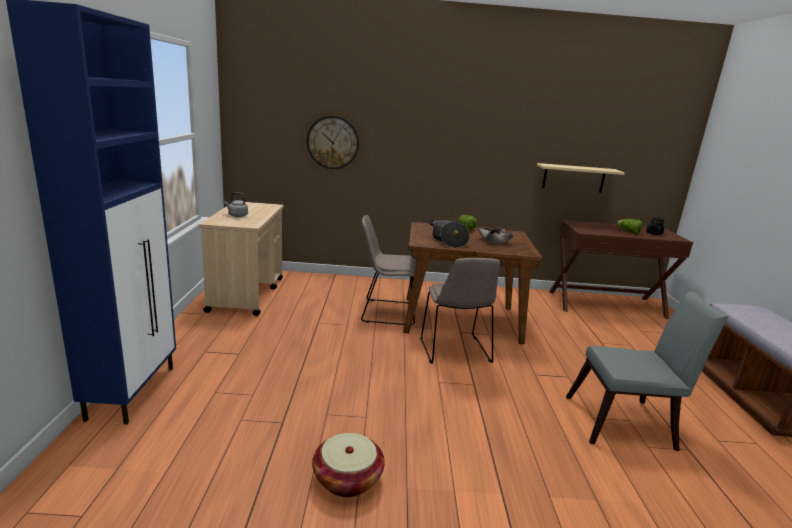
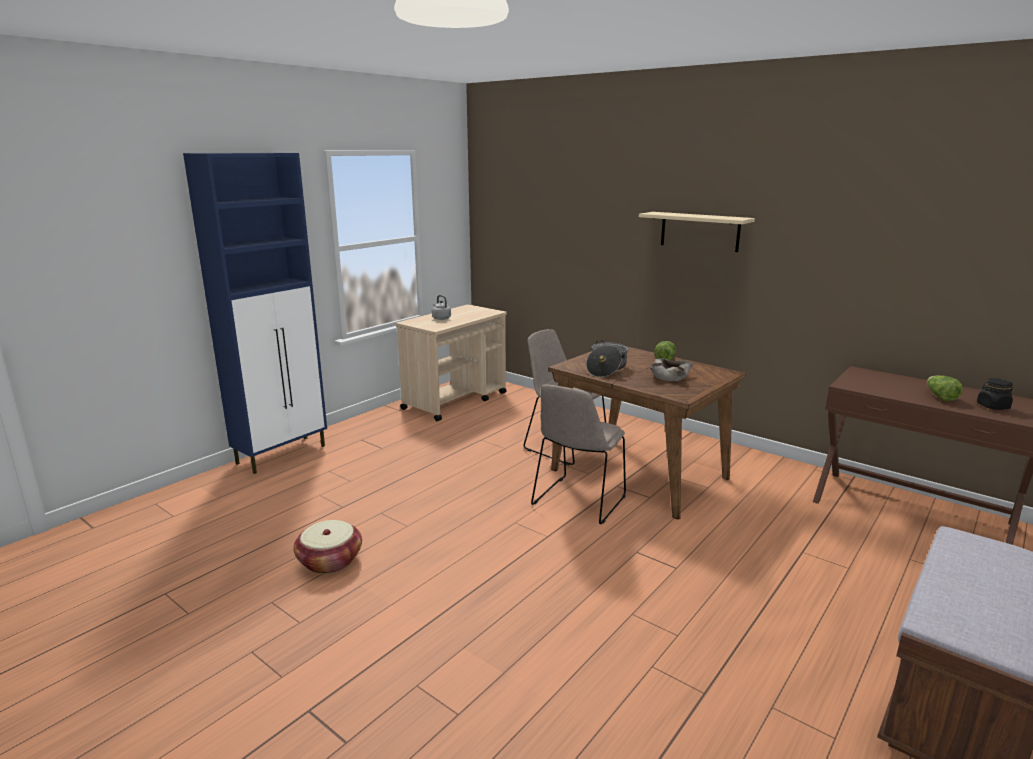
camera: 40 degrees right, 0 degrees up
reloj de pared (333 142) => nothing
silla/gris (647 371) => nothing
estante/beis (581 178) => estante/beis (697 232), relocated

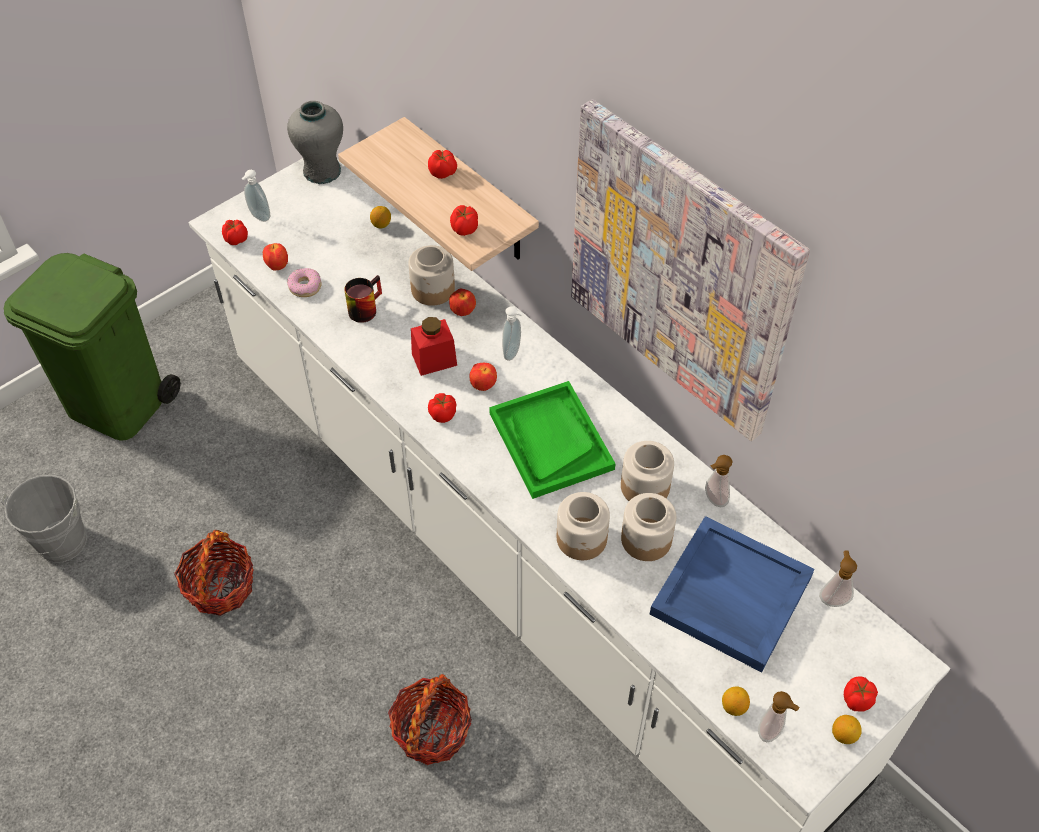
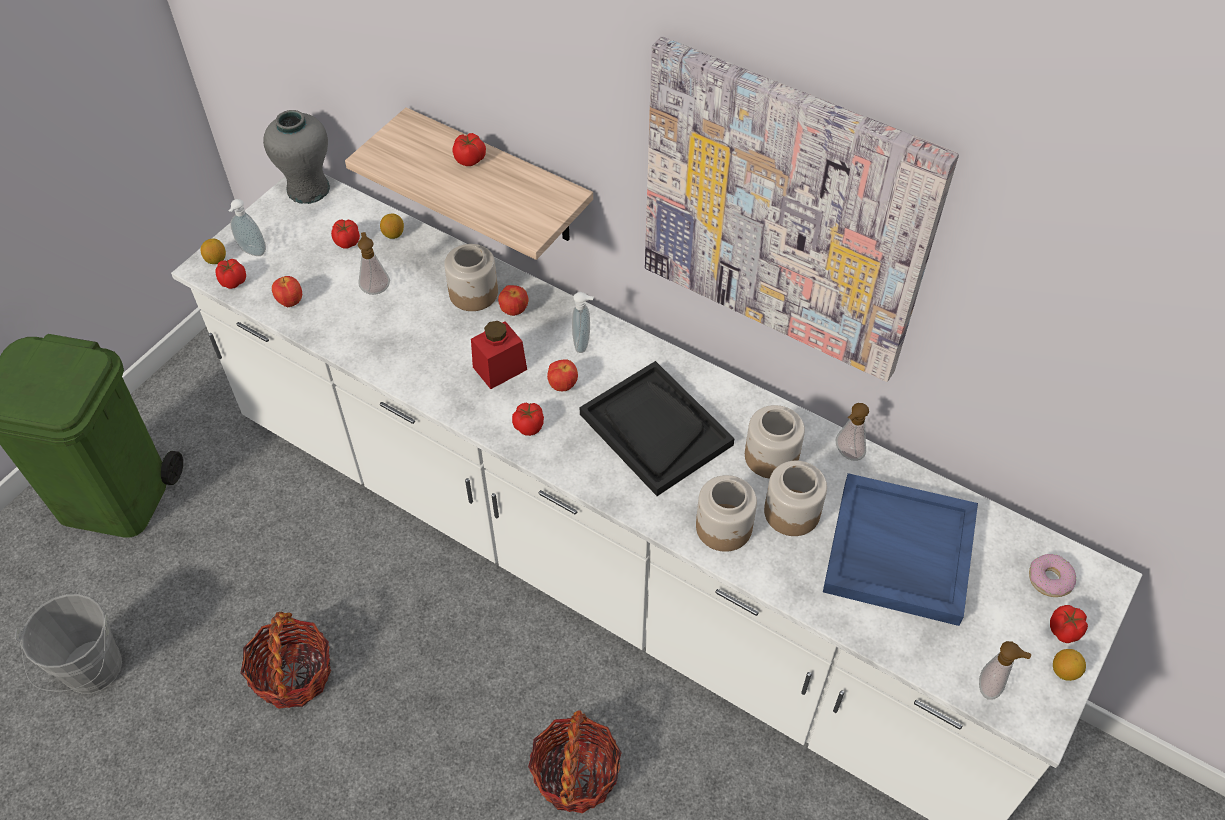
camera: 15 degrees left, 0 degrees up
taza grande (363 299) => nothing
rosquilla (304 282) => rosquilla (1052 575), relocated
tomate (464 220) => tomate (345 234), relocated
limón (736 701) => limón (213 251), relocated
dispensador de jabón (838 579) => dispensador de jabón (374 263), relocated
bandeja/verde (552 440) => bandeja/negro (657 428)

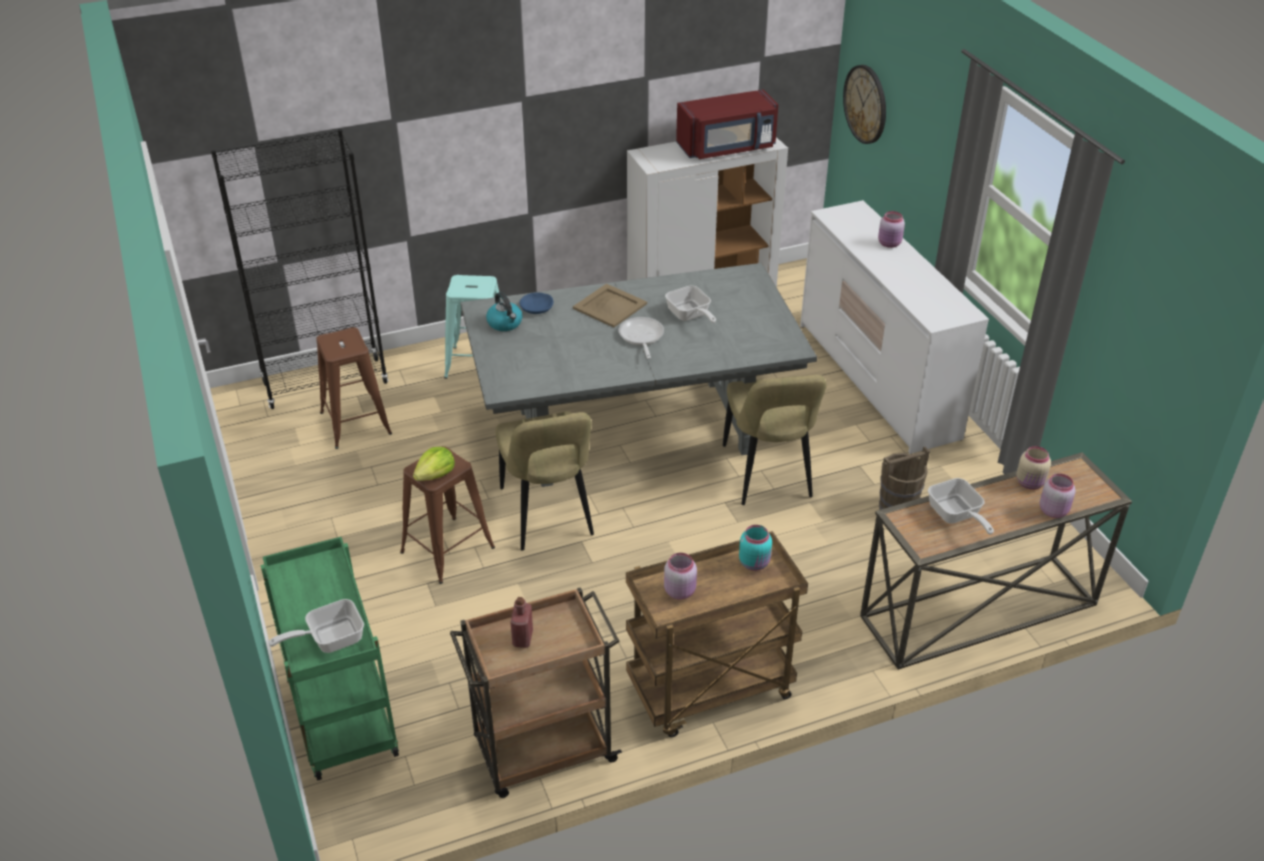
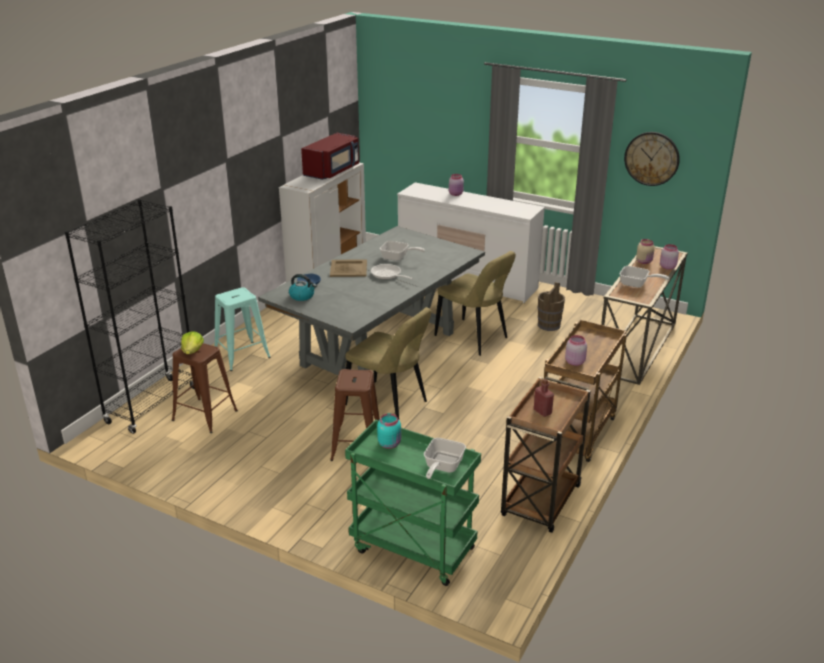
camera: 40 degrees left, 10 degrees down
lechuga (434 464) => lechuga (192 342), relocated
tarro/turquesa (755 548) => tarro/turquesa (389 431), relocated
reloj de pared (864 104) => reloj de pared (652 159), relocated

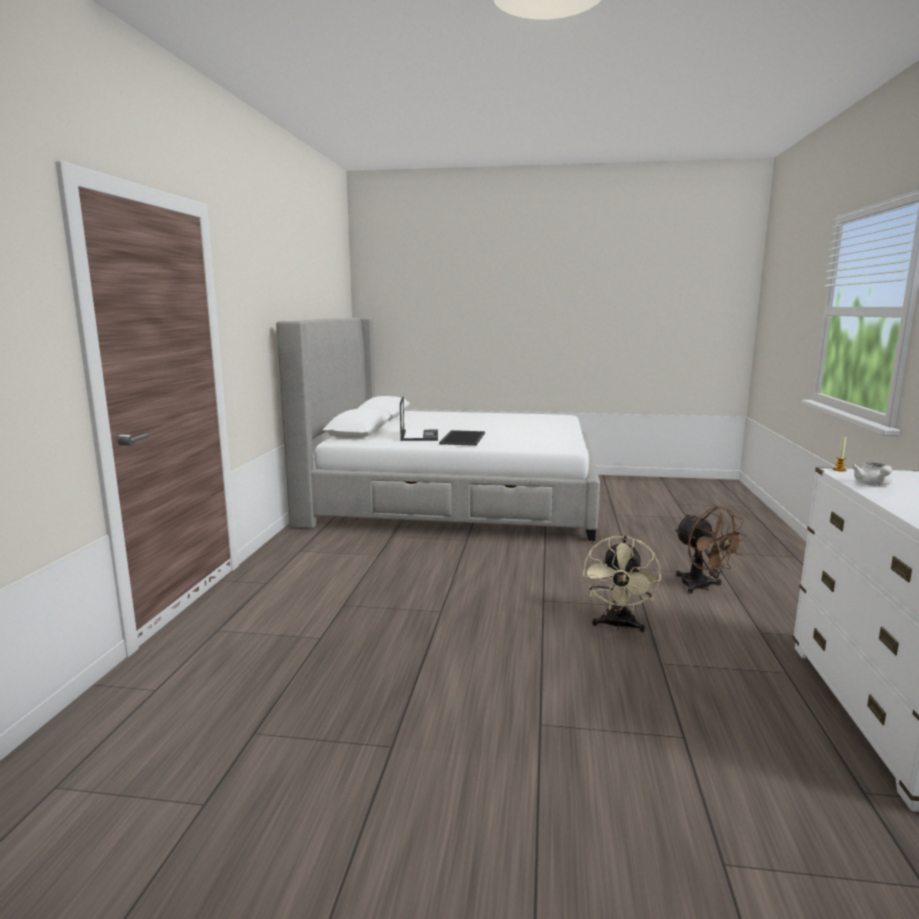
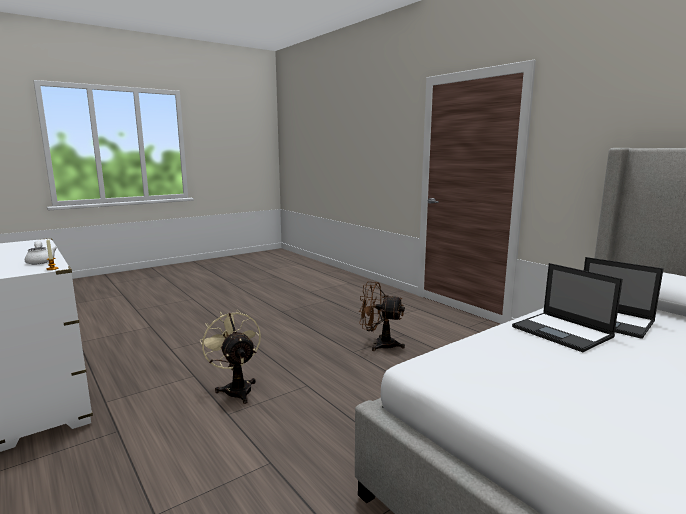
camera: 135 degrees right, 0 degrees up
ventilador/marrón (711 550) => ventilador/marrón (382 316), relocated
bandeja (462 438) => portátil (567 307)

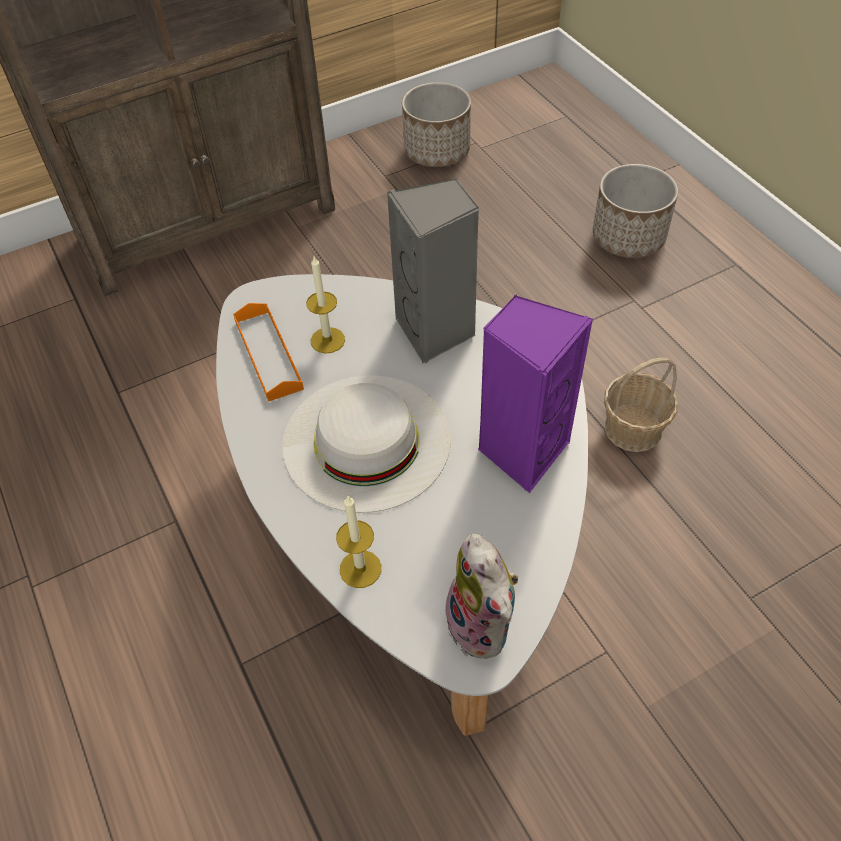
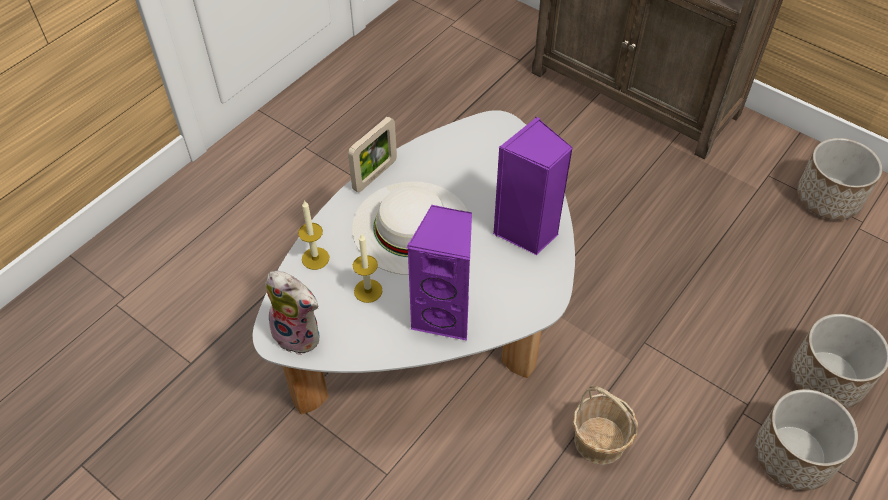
camera: 65 degrees right, 0 degrees up
bandeja/naranja (268 352) => nothing
nothing => portarretratos (372 154)
nothing => maceta (806 440)
vela (325 305) => vela (368 268), relocated
altavoz/gris (433 271) => altavoz/morado (533 185)
peluche (479 596) => peluche (293 313), 105 degrees counterclockwise

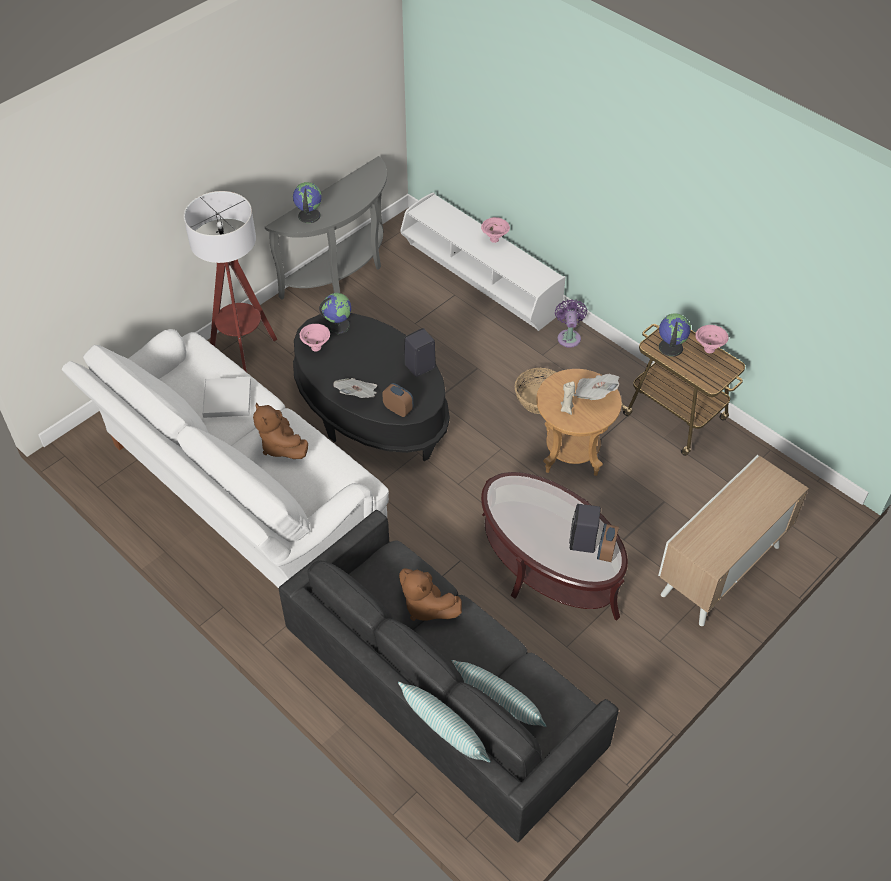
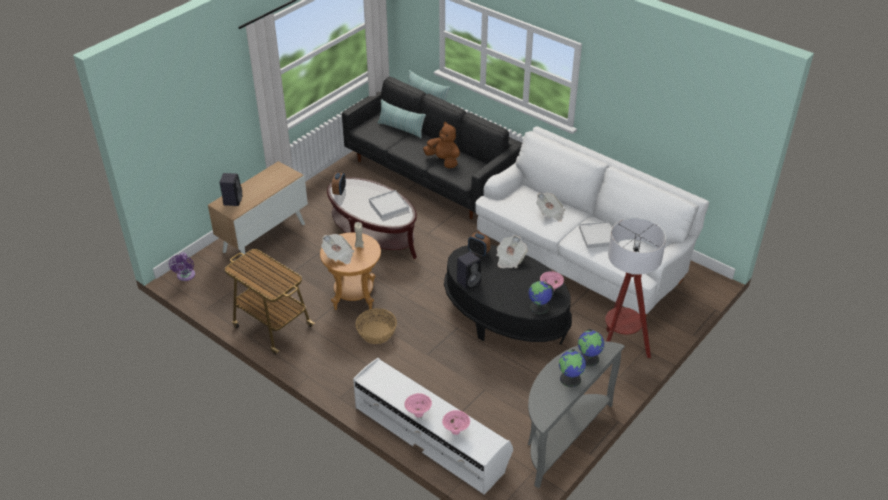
camera: 175 degrees right, 10 degrees down
nothing => bandeja/blanco (389 204)
ventilador/morado (571 323) => ventilador/morado (182 266), relocated
altavoz/negro (585 528) => altavoz/negro (231 189), relocated
globo terráqueo (675 335) => globo terráqueo (572 368), relocated
cuenco/rosa (712 339) => cuenco/rosa (456 422), relocated
peluche/marrón (280 431) => periódico (550 207)

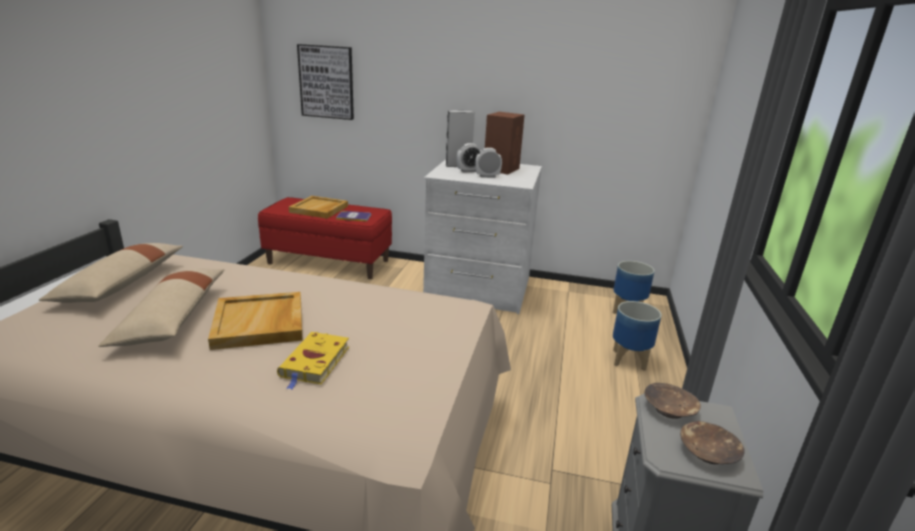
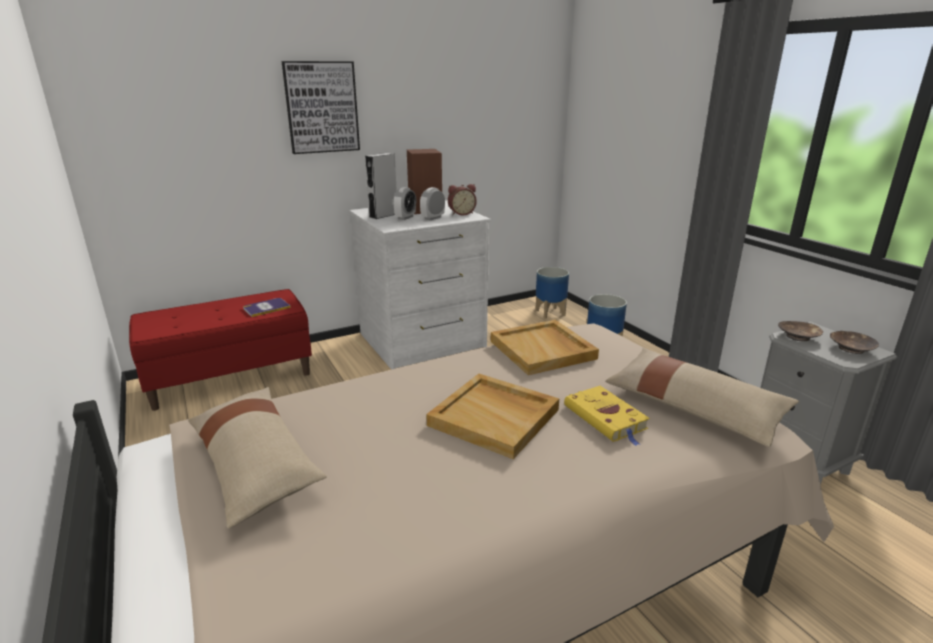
camera: 40 degrees left, 0 degrees up
nothing => despertador (462 199)
cojín/beis (161 308) => cojín/beis (702 397), relocated
bandeja/beis (318 207) => bandeja/beis (545 347), relocated
cuadro (325 82) => cuadro (321 107), relocated

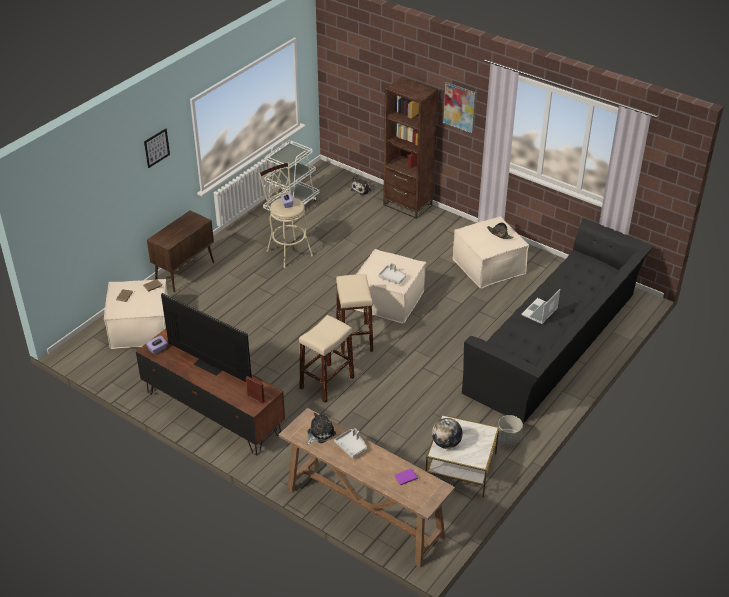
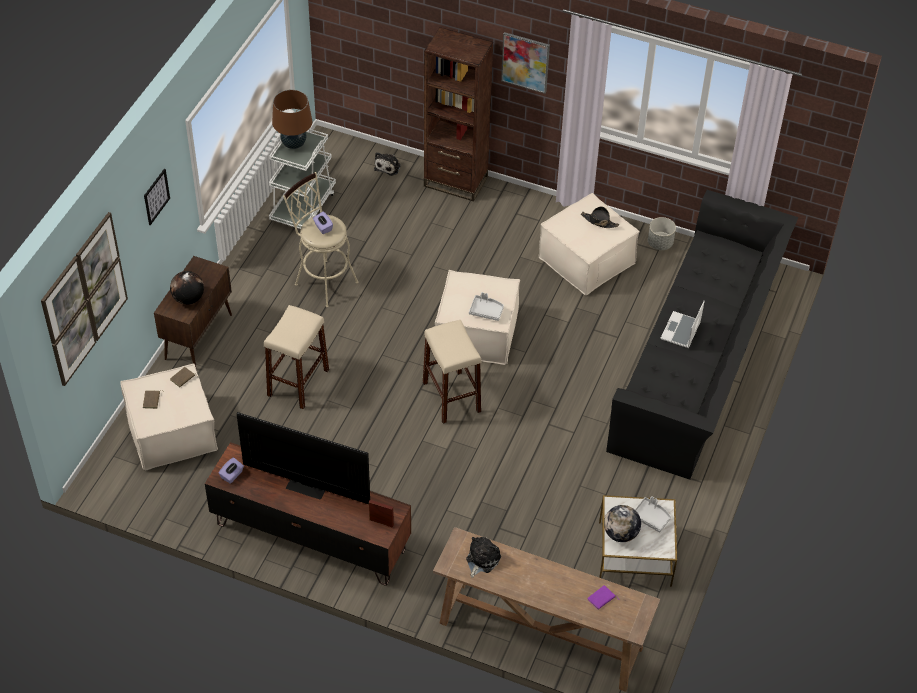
camera: 15 degrees left, 10 degrees up
nothing => cuadro (84 299)
nothing => globo terráqueo (187 288)
nothing => lámpara de mesa/marrón (292 119)
taburete/beis (326 359) => taburete/beis (296 357), relocated
bandeja/gris (350 443) => bandeja/gris (653 514), relocated
maceta/gris (510 430) => maceta/gris (662 233), relocated

